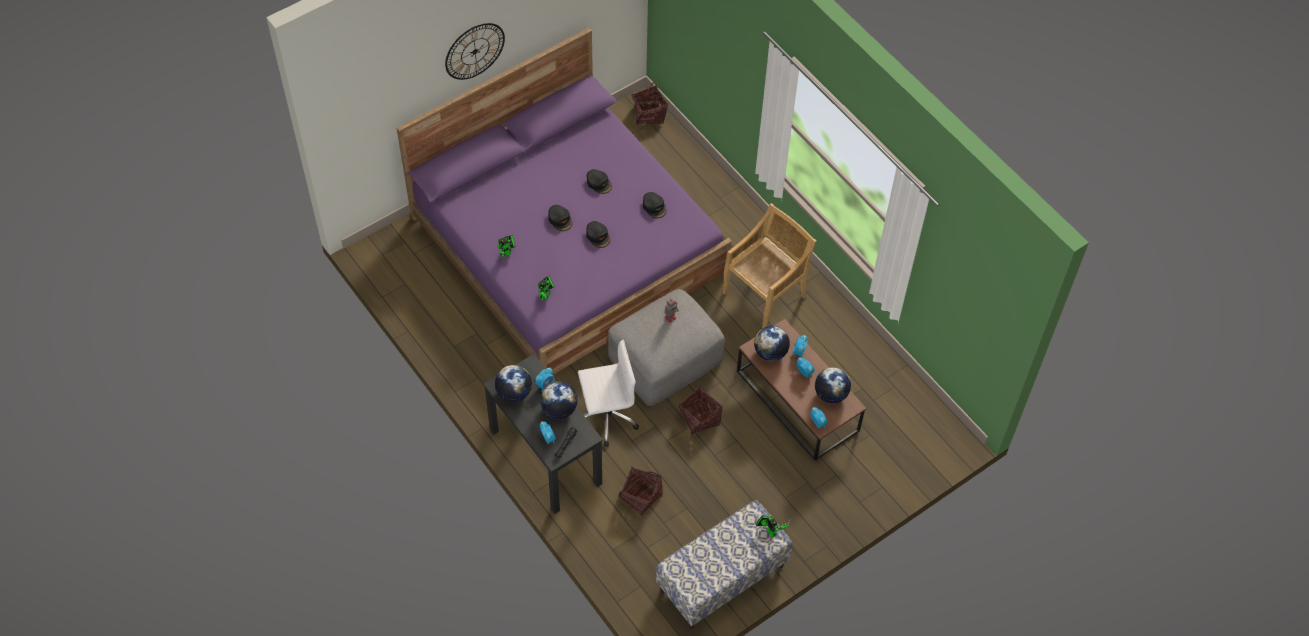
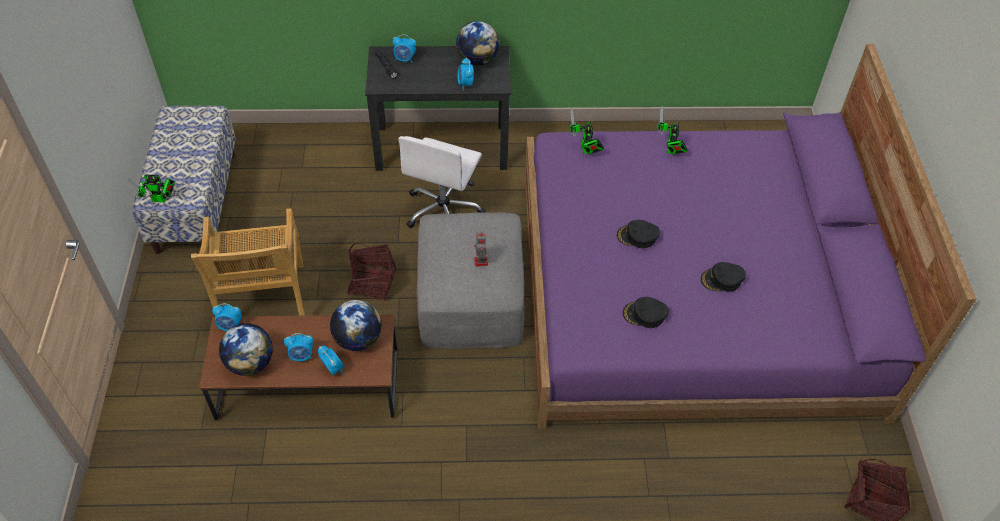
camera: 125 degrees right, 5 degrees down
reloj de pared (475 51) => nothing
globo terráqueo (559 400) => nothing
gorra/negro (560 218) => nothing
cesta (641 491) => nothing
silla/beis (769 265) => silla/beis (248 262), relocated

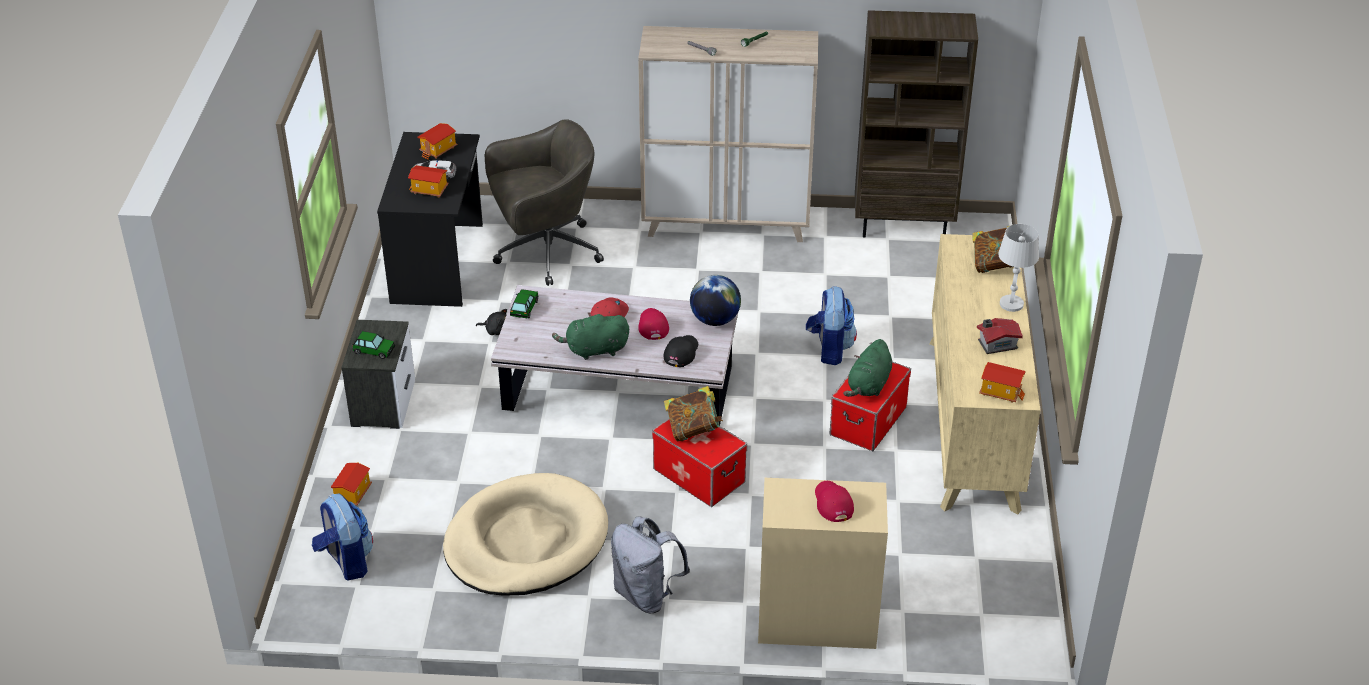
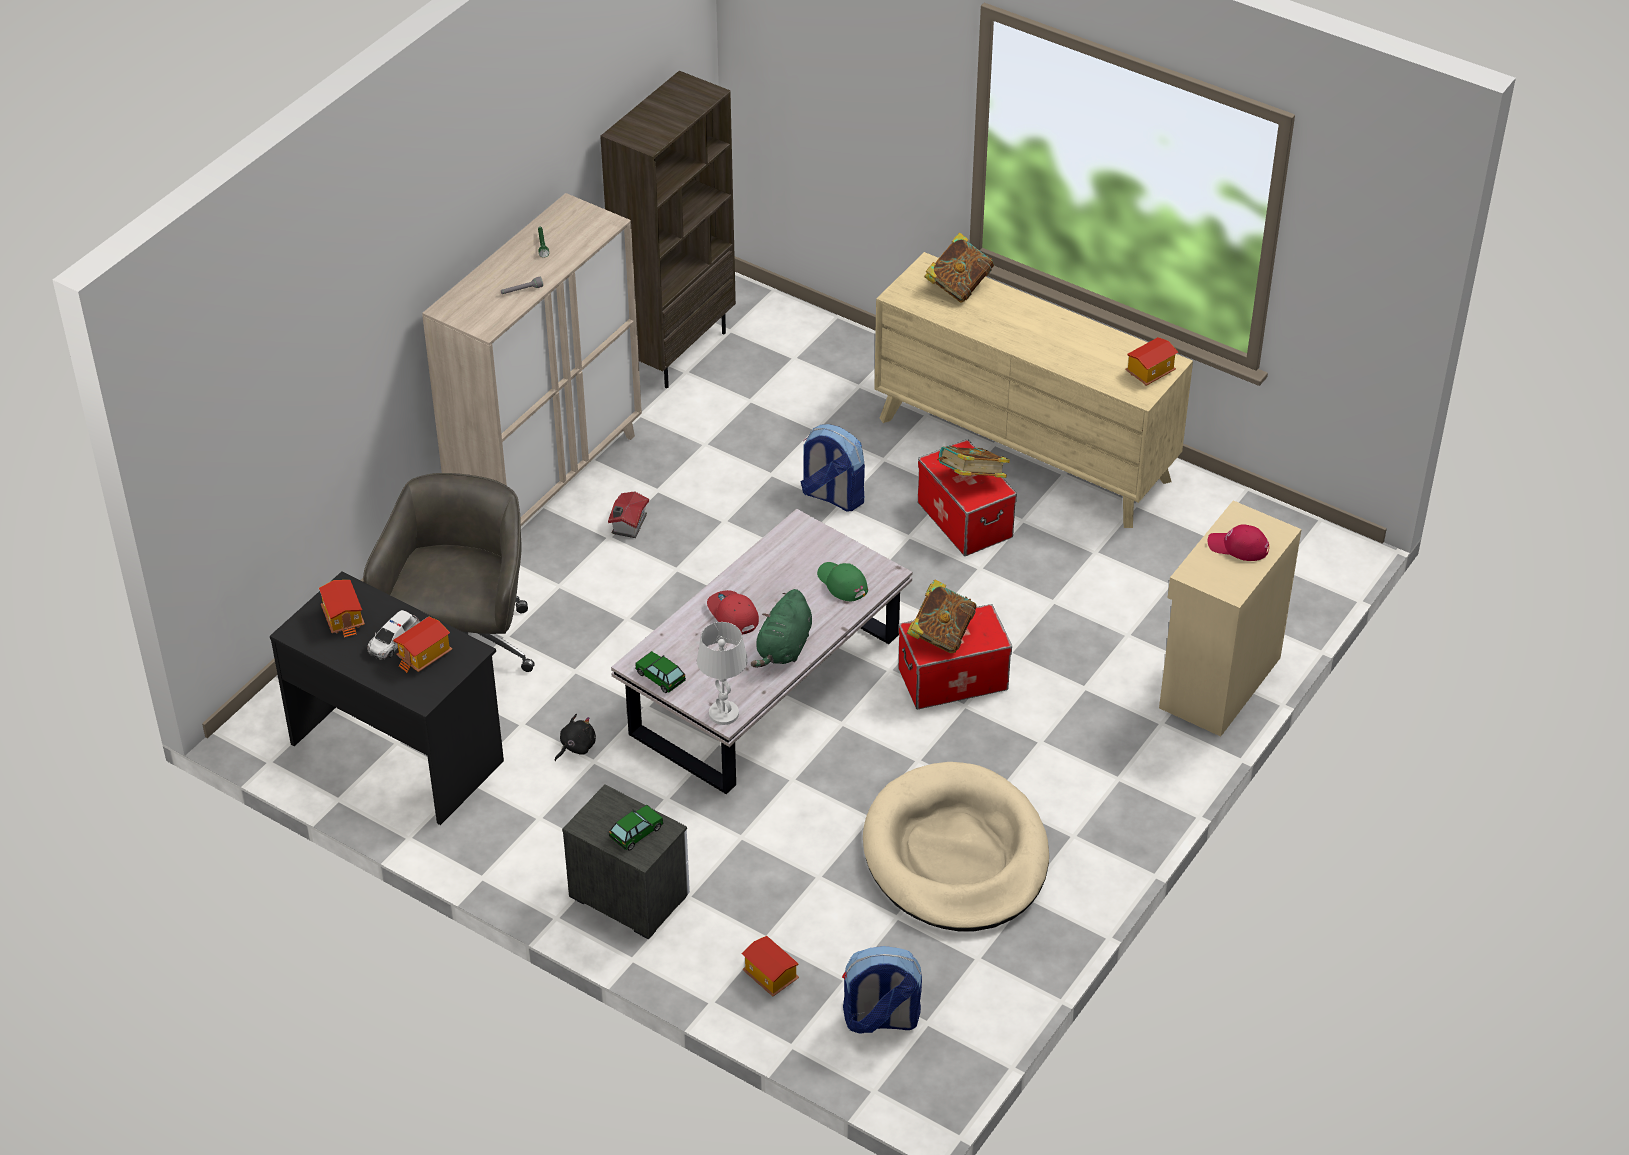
camera: 60 degrees left, 5 degrees up
mochila/gris (650 564) => nothing
gorra/rojo (653 324) => nothing
globo terráqueo (715 300) => nothing
casita (1000 336) => casita (628 514), relocated
lámpara de mesa/blanco (1018 268) => lámpara de mesa/blanco (722 673), relocated
peluche/verde (867 368) => libro (973 462)
gorra/negro (681 351) => gorra/verde (842 581)

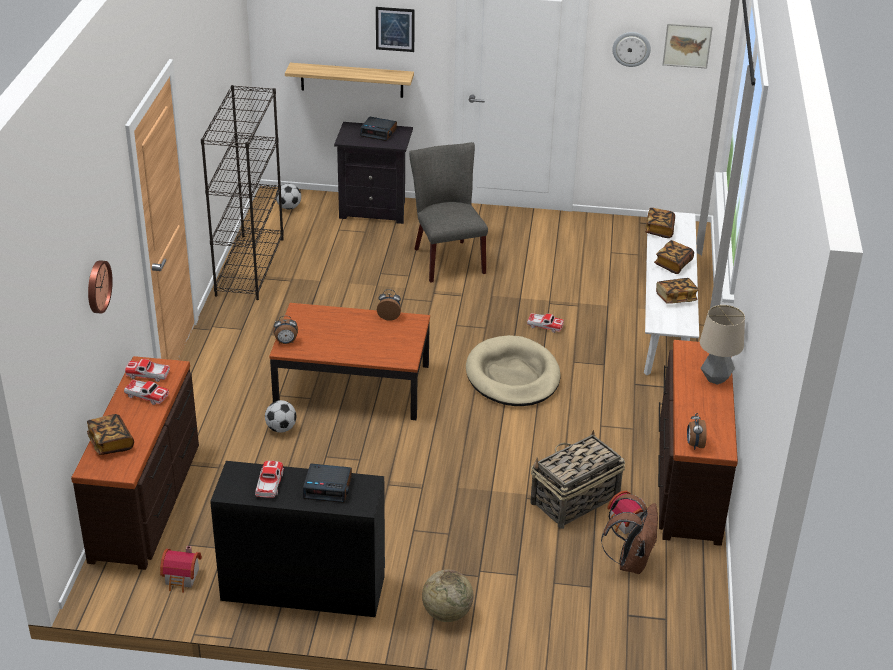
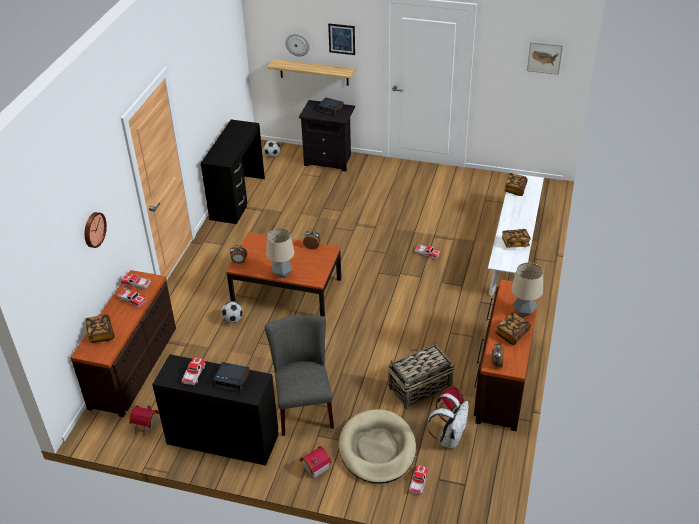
camera: 10 degrees right, 5 degrees up
nothing => lámpara de mesa (280 253)
nothing => coche de juguete (418 480)
silla/gris (448 212) => silla/gris (299 375), relocated
cama para perro/beis (513 370) => cama para perro/beis (377 446), relocated
reloj de pared (631 49) => reloj de pared (297 45), relocated
libro (674 257) => libro (513 328), relocated
estantería/negro (242 192) => escritorio/negro (233 172)
globo terráqueo (448 596) => casita (316 462)
mochila/marrón (629 534) => mochila/blanco (448 421)

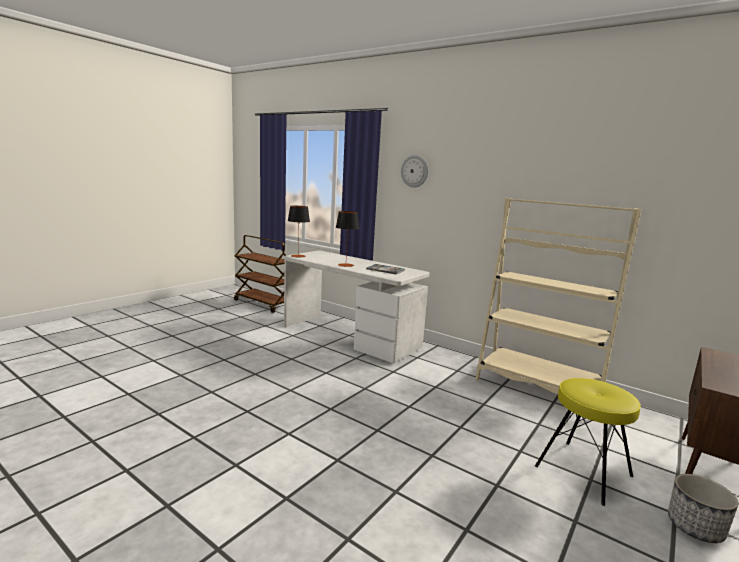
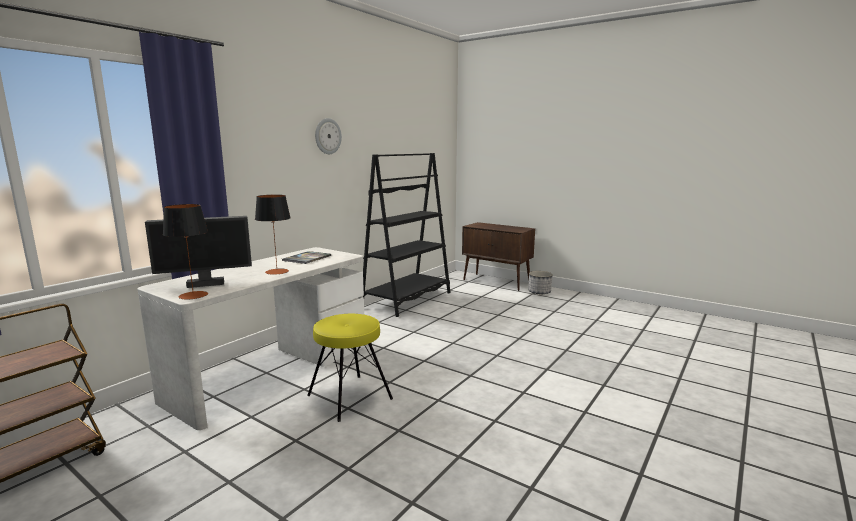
camera: 90 degrees left, 0 degrees up
nothing => monitor (198 252)
reloj de pared (414 171) => reloj de pared (328 136), relocated
taburete/amarillo (588 442) => taburete/amarillo (350 368), relocated
estantería/beis (558 296) => estantería/negro (407 235)

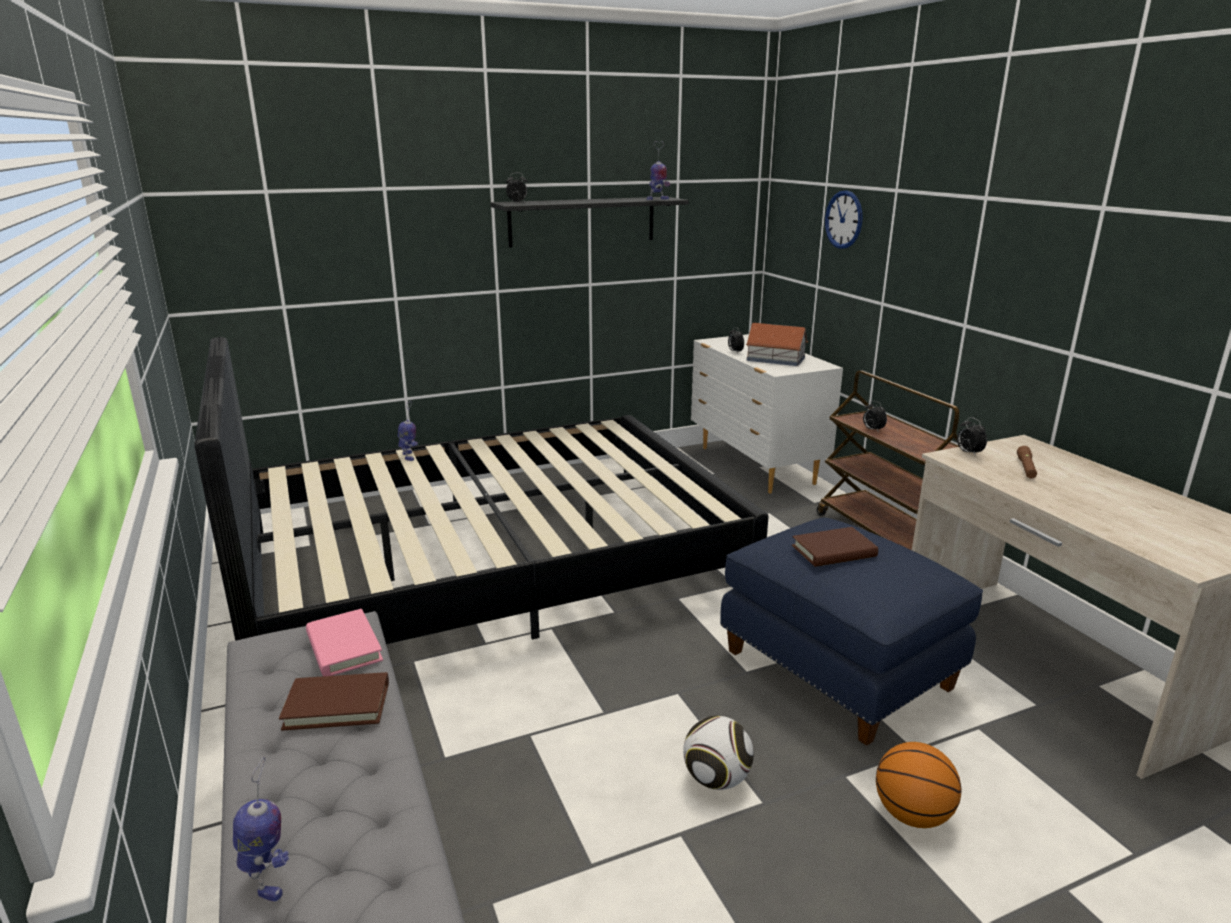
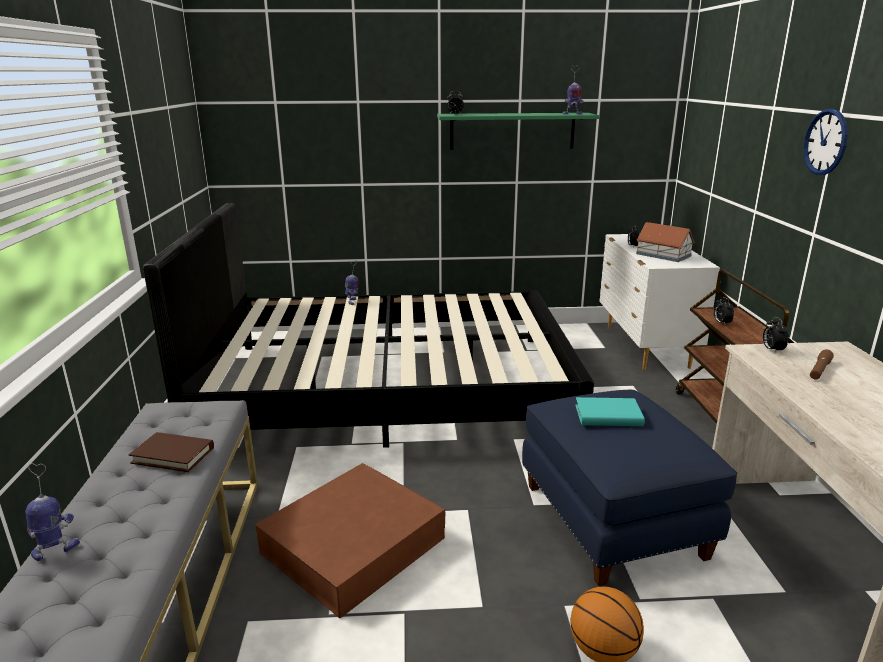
camera: 20 degrees right, 0 degrees up
libro/rosa (344 642) => nothing
balón de fútbol (718 753) => nothing
nothing => caja de almacenaje/marrón (350 540)
reloj de pared (843 219) => reloj de pared (825 142), relocated
estante/negro (589 222) => estante/verde (518 131)
libro/marrón (835 547) => libro/turquesa (610 411)
robot de juguete (261 829) => robot de juguete (52 512), 105 degrees counterclockwise

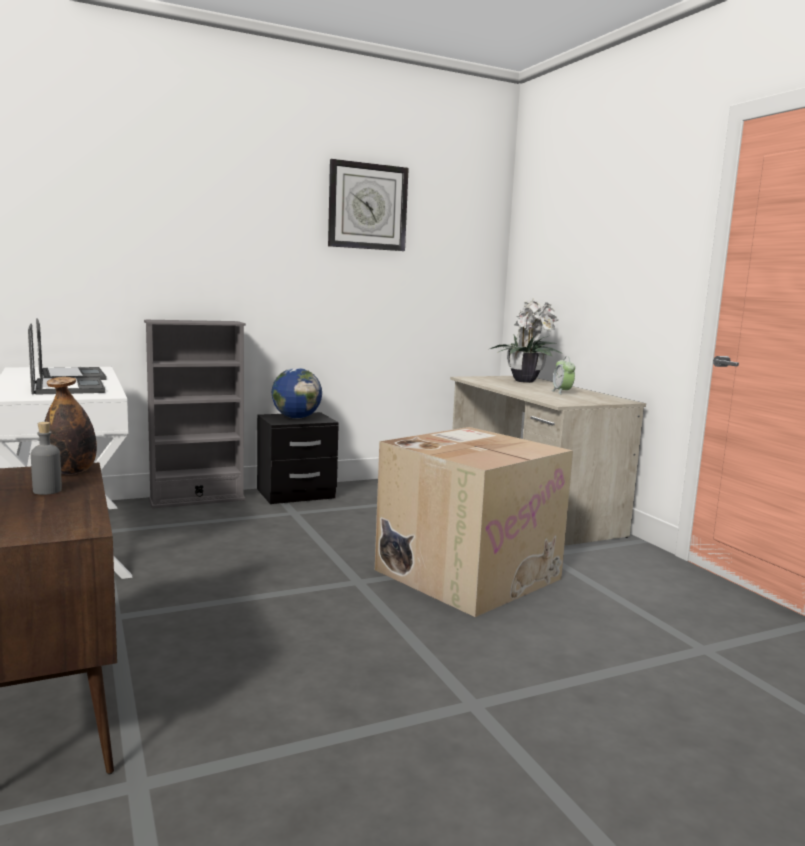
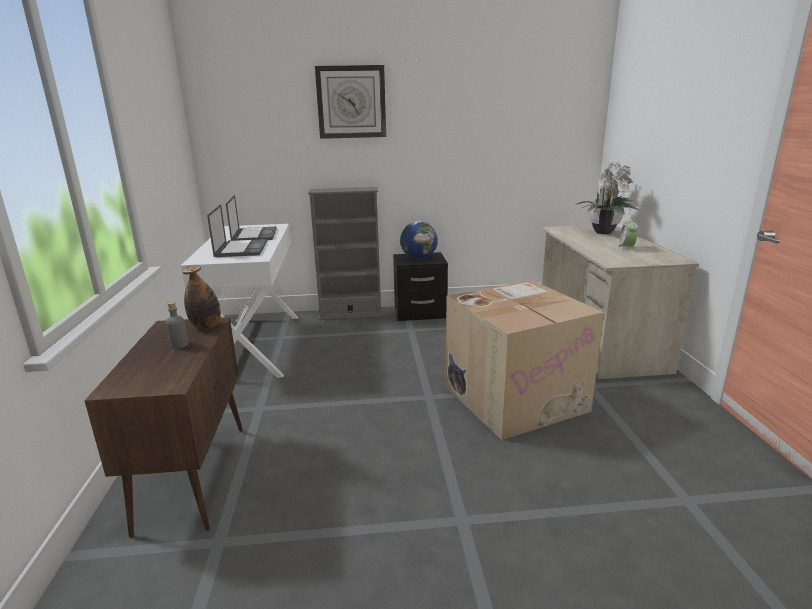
camera: 20 degrees right, 10 degrees up
reloj de pared (368 205) => reloj de pared (350 102), relocated

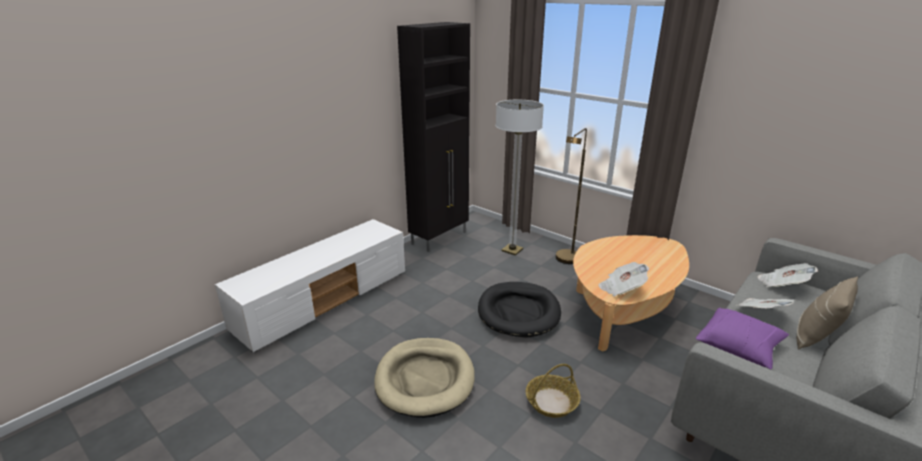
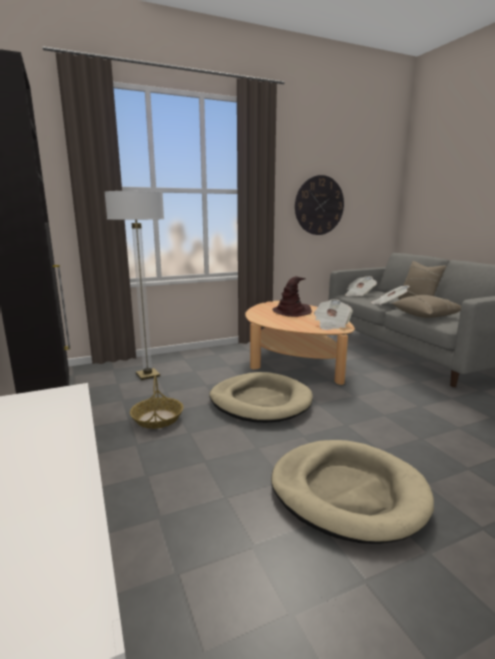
camera: 65 degrees left, 10 degrees down
lámpara de pie/marrón (571 196) => nothing
nothing => sombrero/marrón (292 296)
nothing => reloj de pared (319 205)
cesta (553 391) => cesta (156 402), relocated
cama para perro/negro (519 309) => cama para perro/beis (261 397)
cojín/morado (742 338) => cojín/beis (426 306)

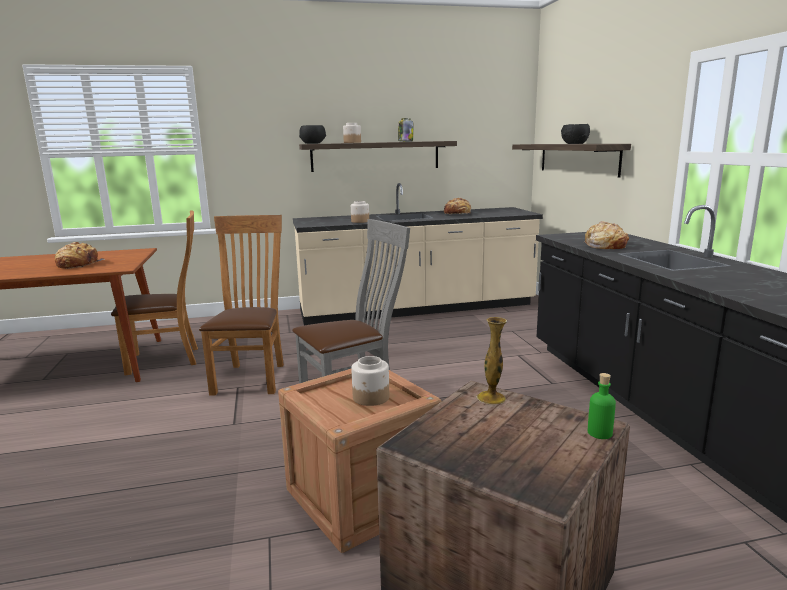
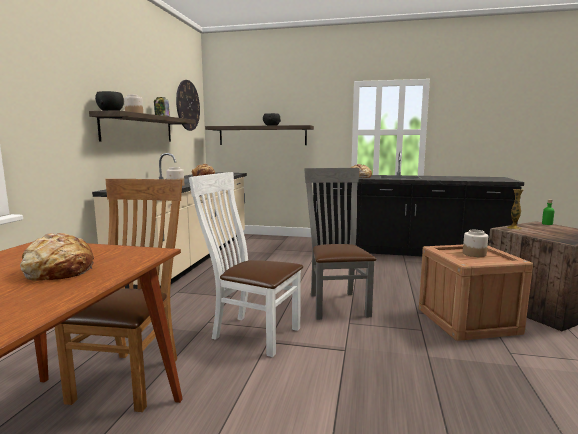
camera: 65 degrees left, 5 degrees down
nothing => reloj de pared (188 105)
silla/marrón (241 305) => silla/blanco (246 264)

